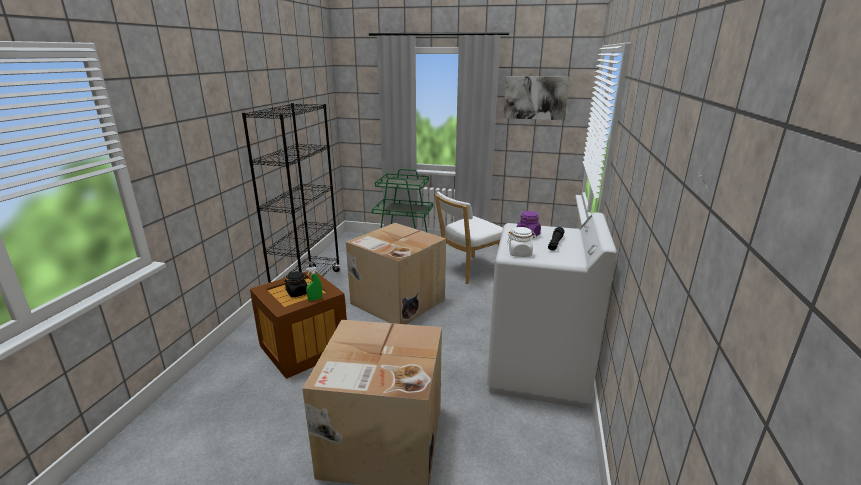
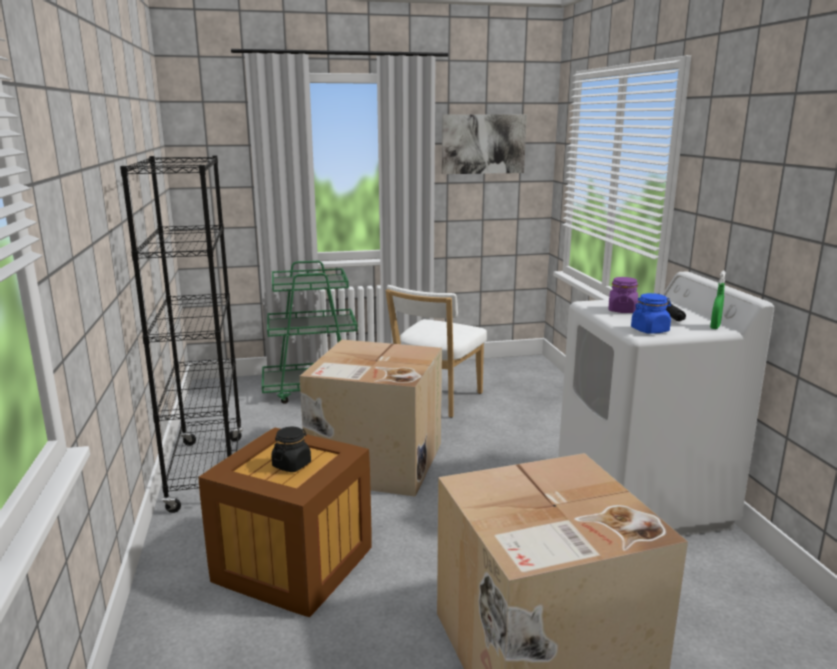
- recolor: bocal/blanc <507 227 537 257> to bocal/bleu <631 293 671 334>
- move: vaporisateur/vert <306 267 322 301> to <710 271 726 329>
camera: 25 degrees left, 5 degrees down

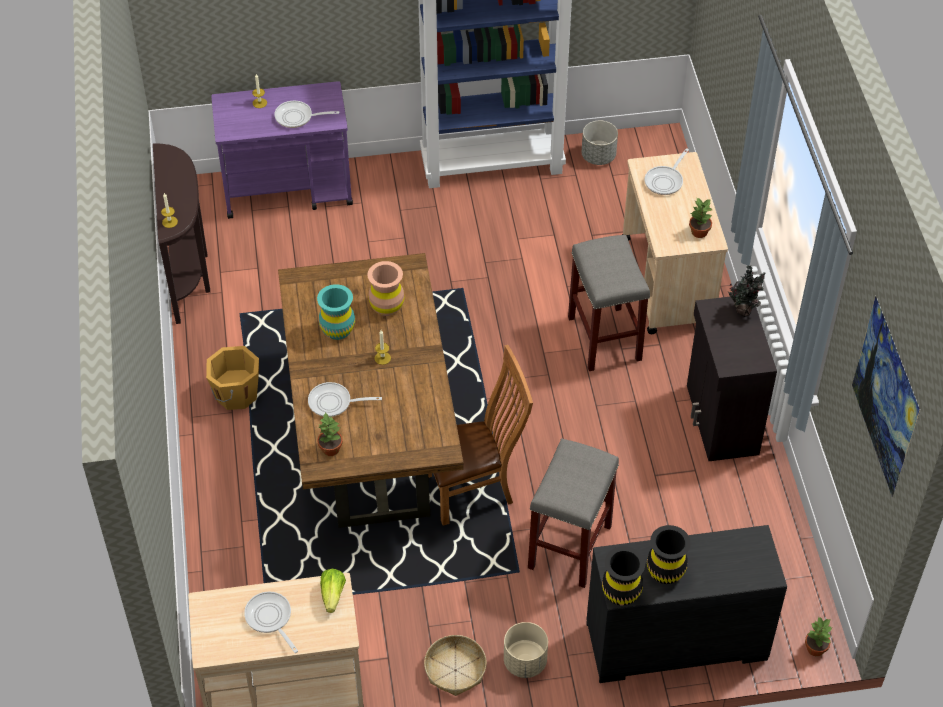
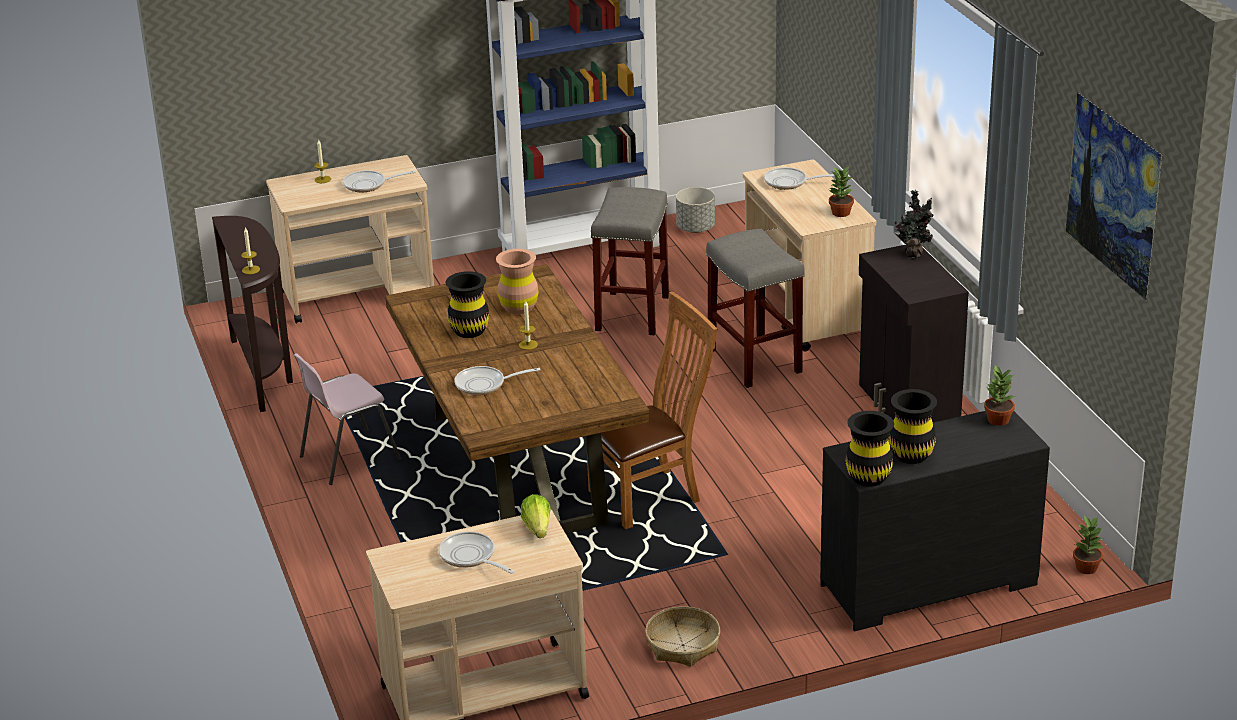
- recolor: chariot/violet <211 81 353 219> to chariot/beige <266 155 434 323>
- rotate: poêle <645 148 689 195> = <764 167 835 190> 75 degrees clockwise
- recolor: vase/turquoise <317 284 355 340> to vase/noir <445 271 489 338>
- replace: seau/orange <206 346 259 410> to chaise/rose <294 353 401 485>
- move: plante en pot <317 413 343 456> to <984 366 1015 426>
- move: tabouret/gris <528 438 619 588> to <591 187 669 335>
- delete: cache-pot/beige <504 622 548 678>
camera: 10 degrees left, 20 degrees down

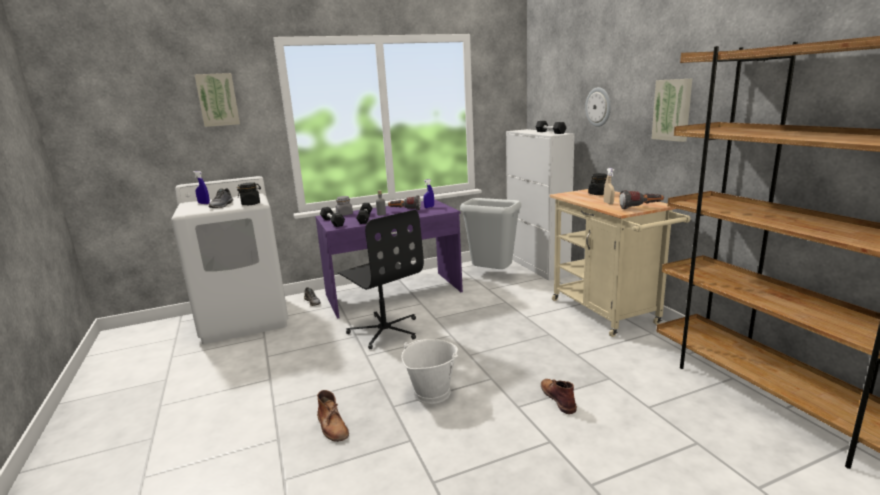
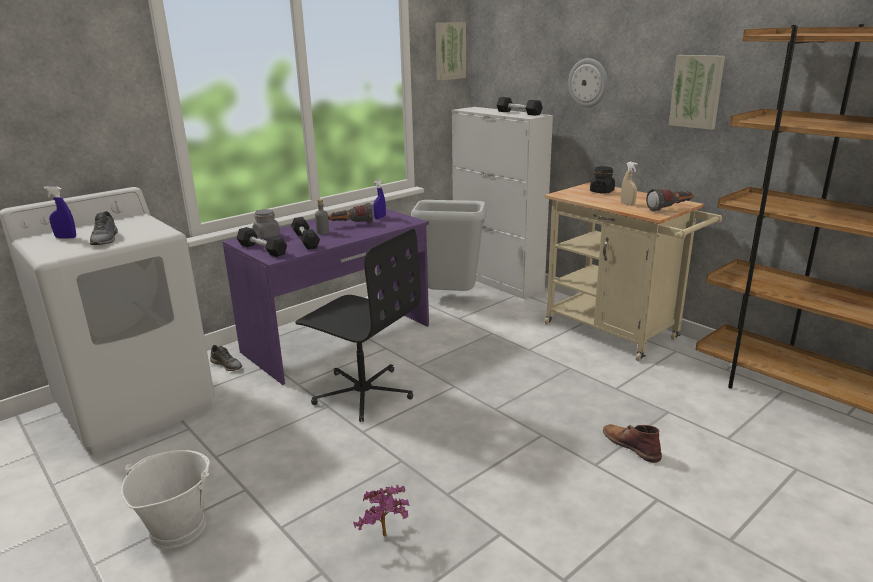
- move: tableau <194 73 240 127> to <436 22 466 80>
- delete: bocal/noir <237 182 261 205>
- move: seau/blanc <401 339 458 404> to <121 450 210 549>
- replace: botte/marron <317 390 349 442> to plante en pot <353 485 410 536>
camera: 20 degrees left, 5 degrees up

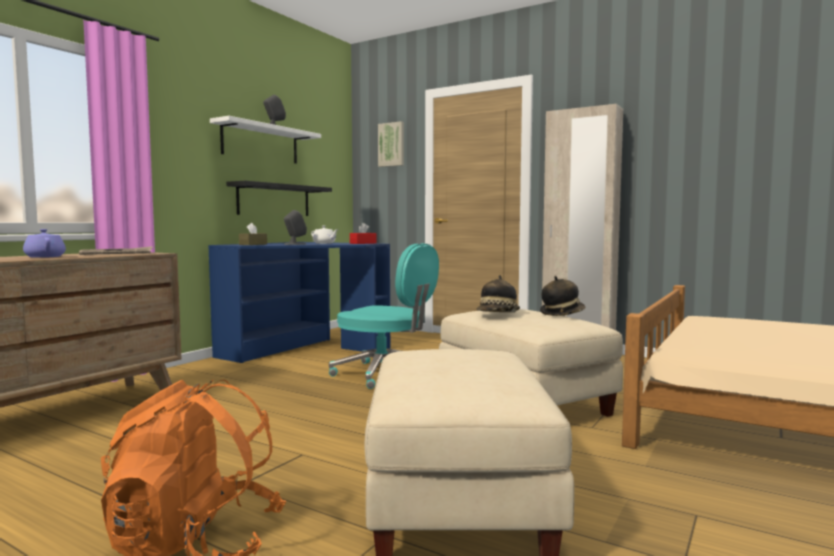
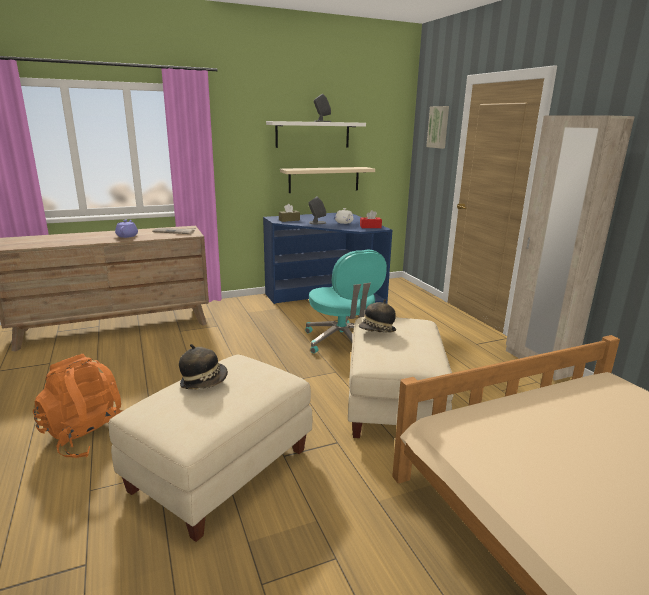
- recolor: étagère/noir <226 181 332 216> to étagère/beige <280 167 375 193>
- move: chapeau <540 276 586 316> to <179 344 228 390>
camera: 35 degrees right, 15 degrees up

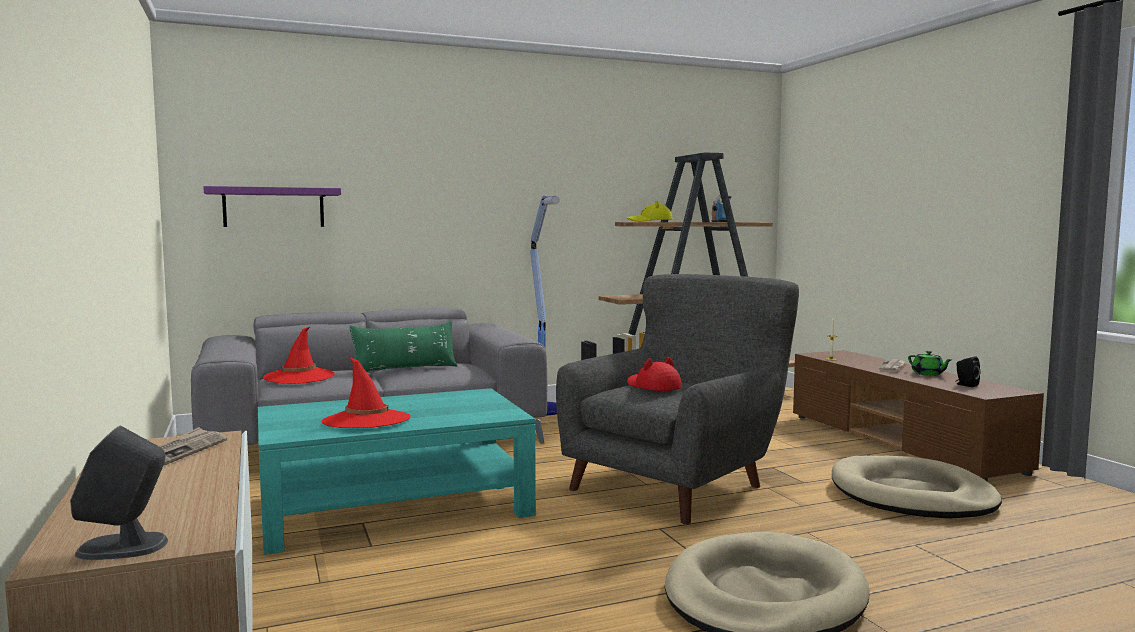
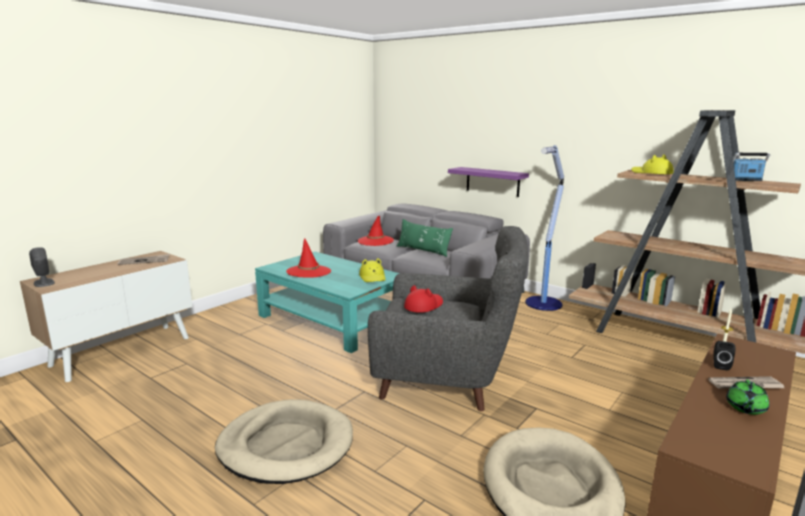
- move: étagère/violet <203 186 341 227> to <448 167 529 197>
- move: enceinte/noir <955 356 980 387> to <714 341 736 370>
- insert: chapeau/jaune <359 258 386 282>
camera: 60 degrees right, 10 degrees up

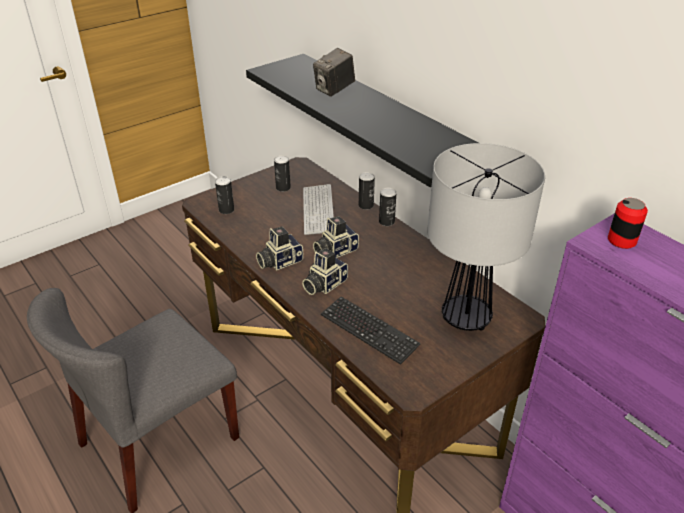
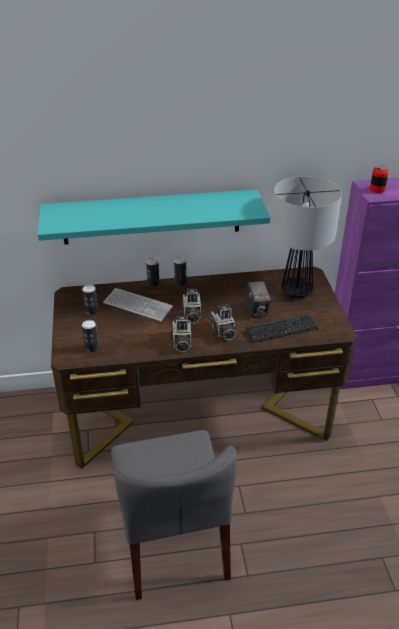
- move: appareil photo <313 48 355 97> to <244 281 271 317>
- recolor: étagère/noir <246 54 478 187> to étagère/turquoise <38 189 270 245>
camera: 60 degrees left, 0 degrees up

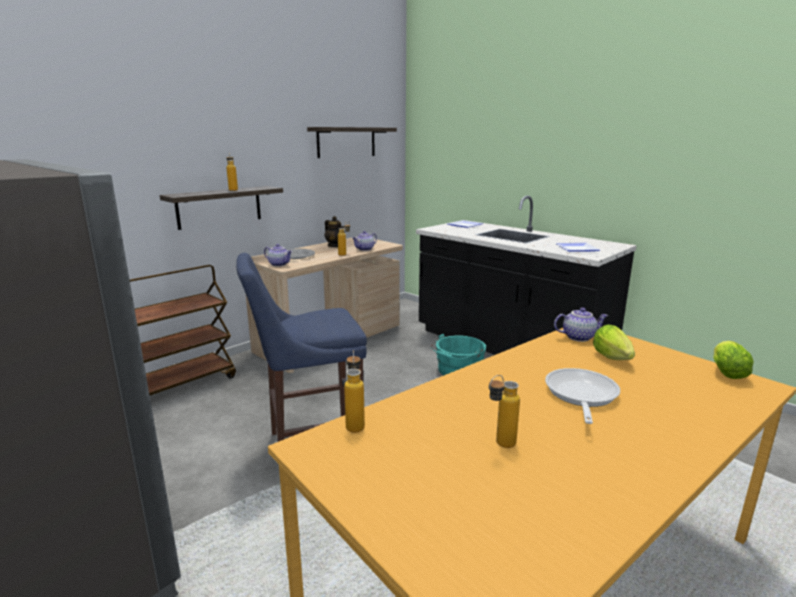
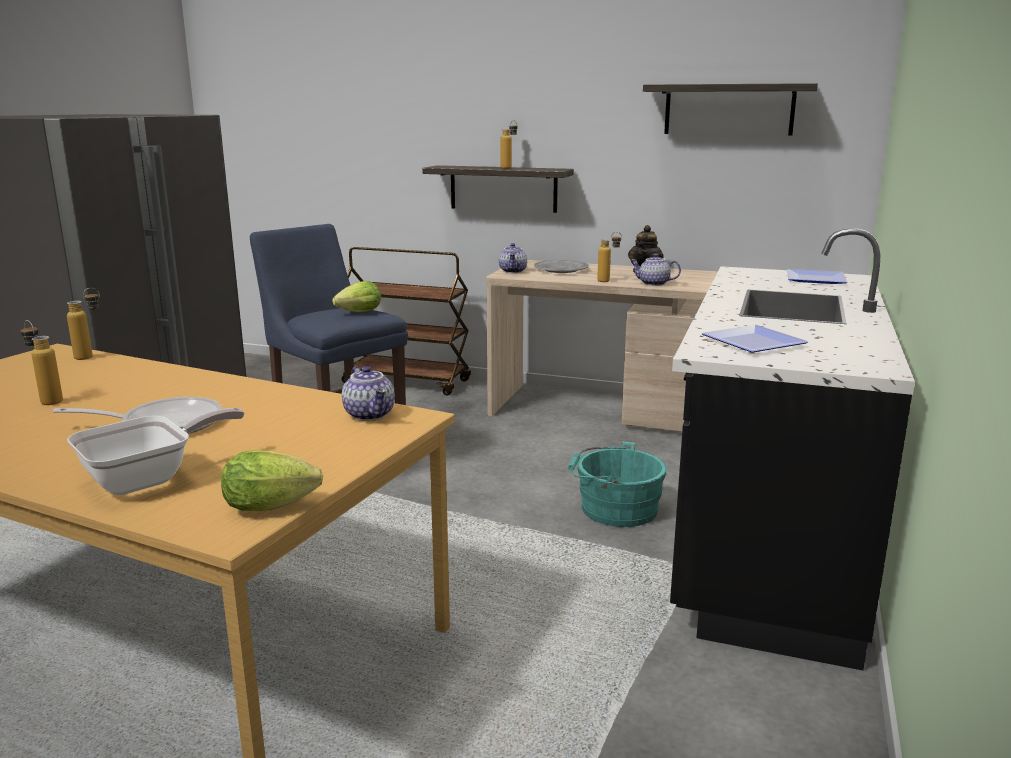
- move: laitue <593 325 635 360> to <332 281 381 312>
- insert: poêle <67 408 245 495>
camera: 65 degrees right, 0 degrees up

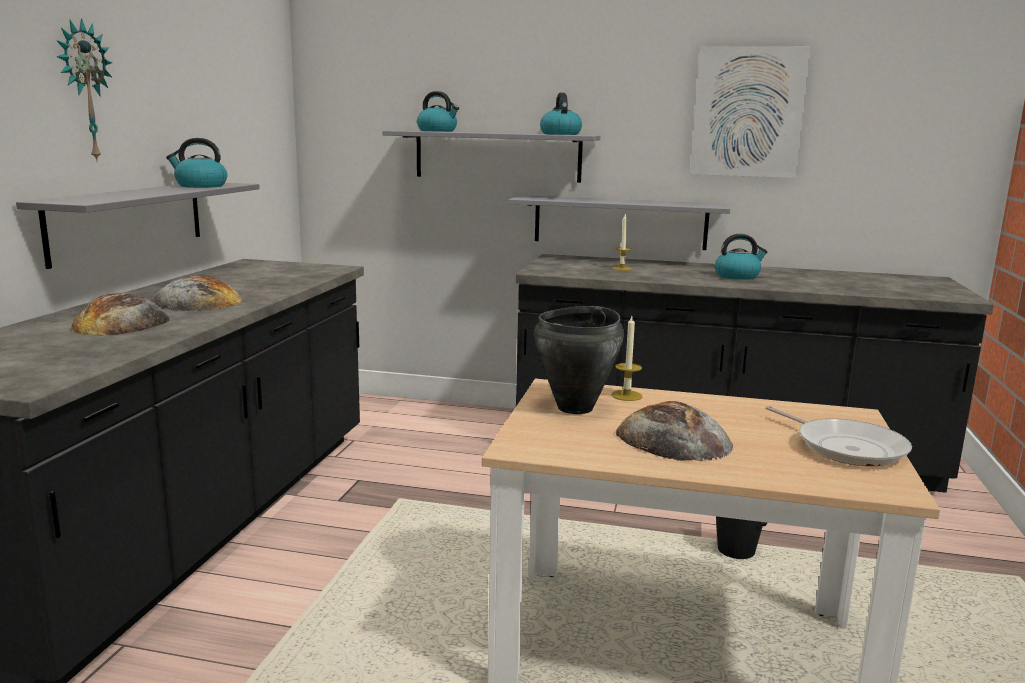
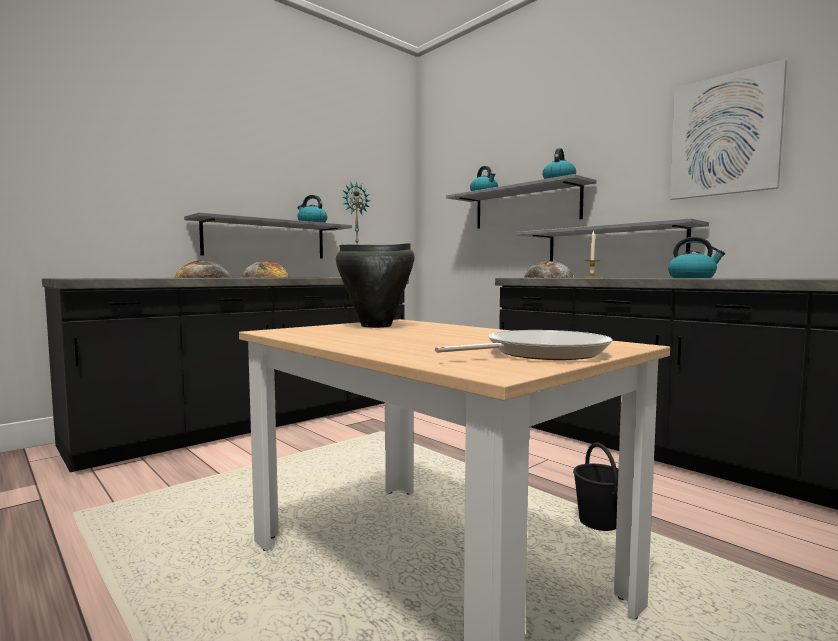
- move: horloge murale <56 18 112 162> to <342 181 370 243>
- delete: bougie <611 316 642 401>
- move: pain <615 401 733 461> to <524 261 574 278>
- rotate: poêle <766 406 912 466> = <435 330 613 360> 120 degrees counterclockwise
camera: 35 degrees right, 10 degrees down

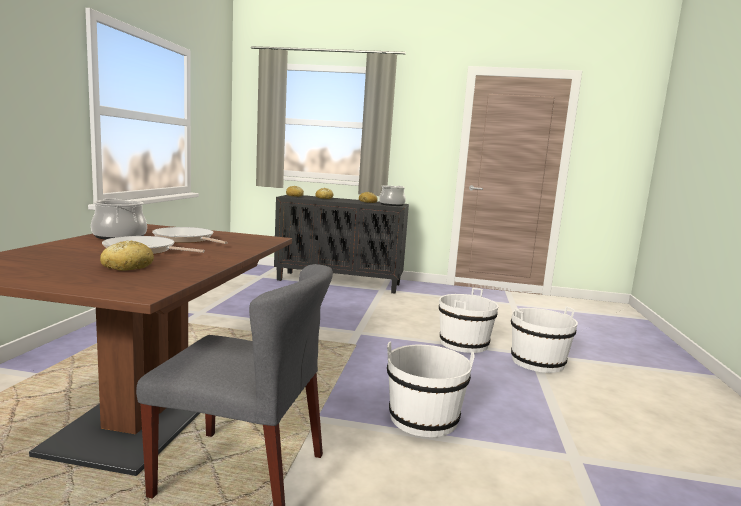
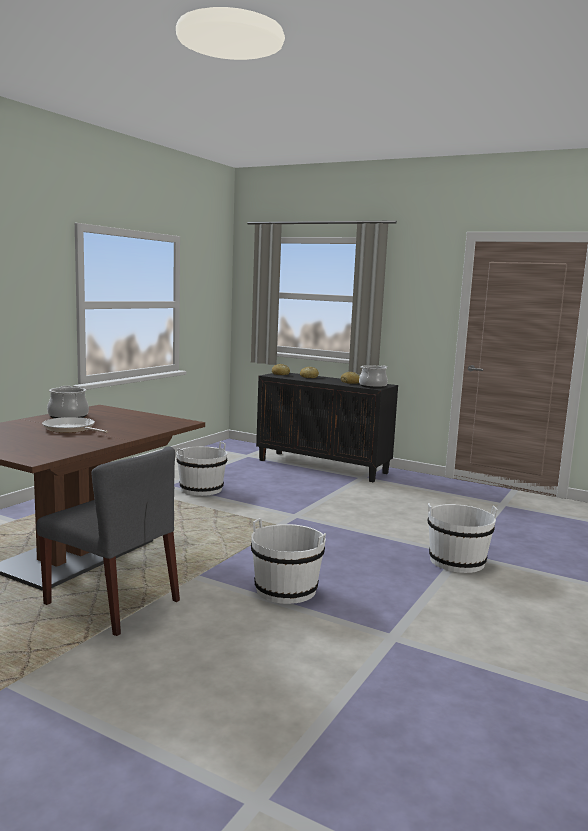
- delete: poêle <152 227 228 244>
- delete: pain <100 240 154 271>
- move: seau/blanc <439 287 499 353> to <176 442 227 496>
camera: 20 degrees right, 0 degrees up

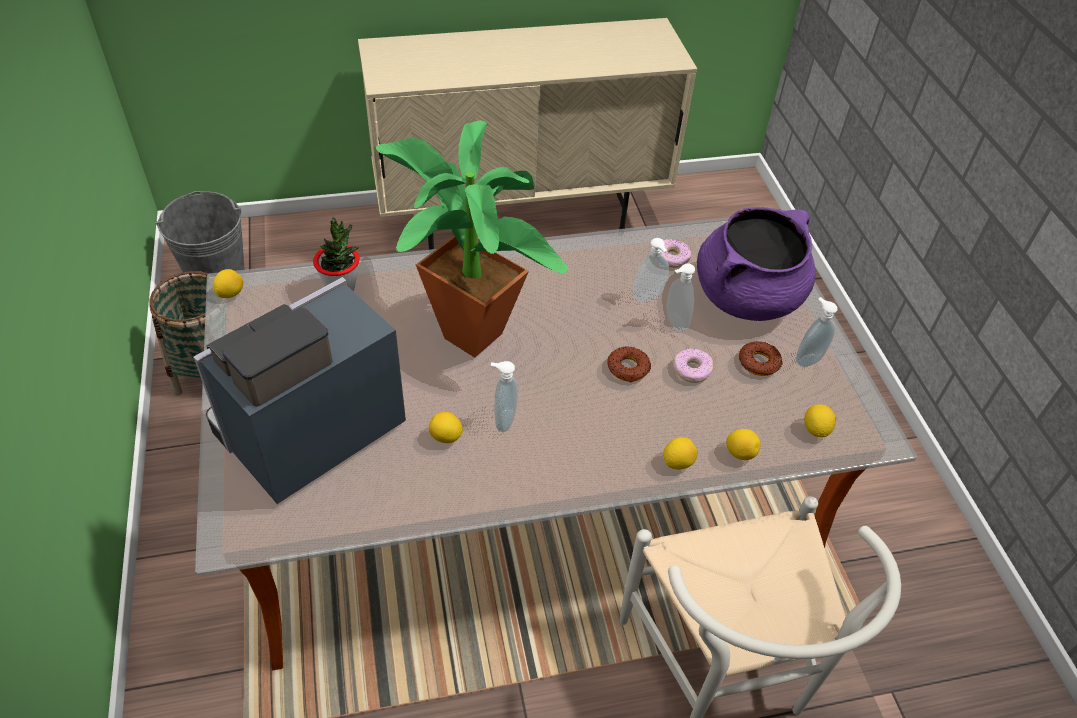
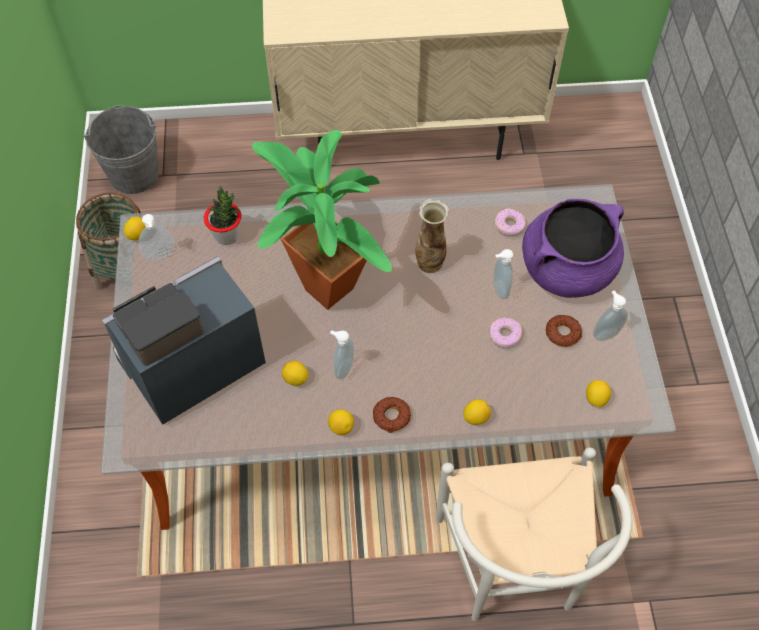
- move: distributeur de savon <633 238 669 303> to <138 214 174 261>
- move: beignet <607 346 651 383> to <373 397 411 433>
- move: citron <726 429 761 460> to <328 409 354 435>
- insert: vase <416 199 449 273>
camera: 10 degrees right, 10 degrees up

